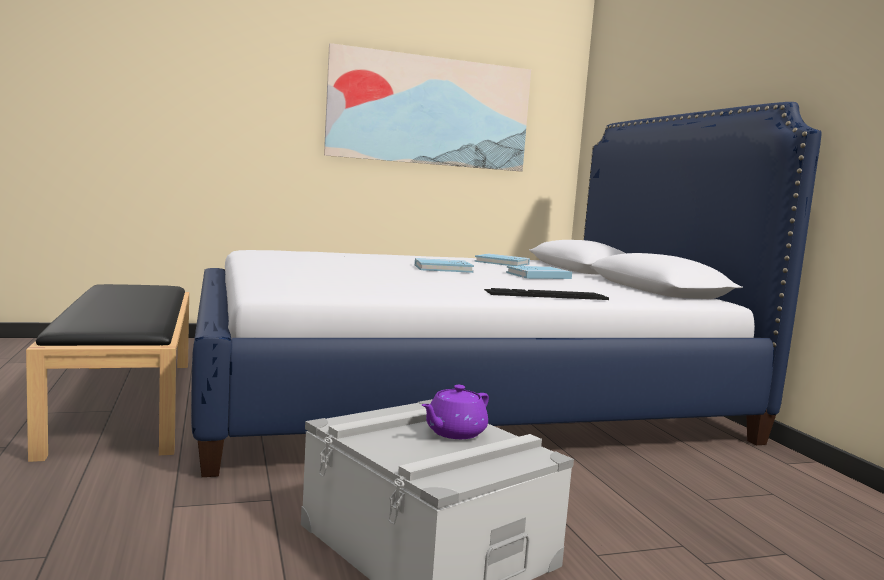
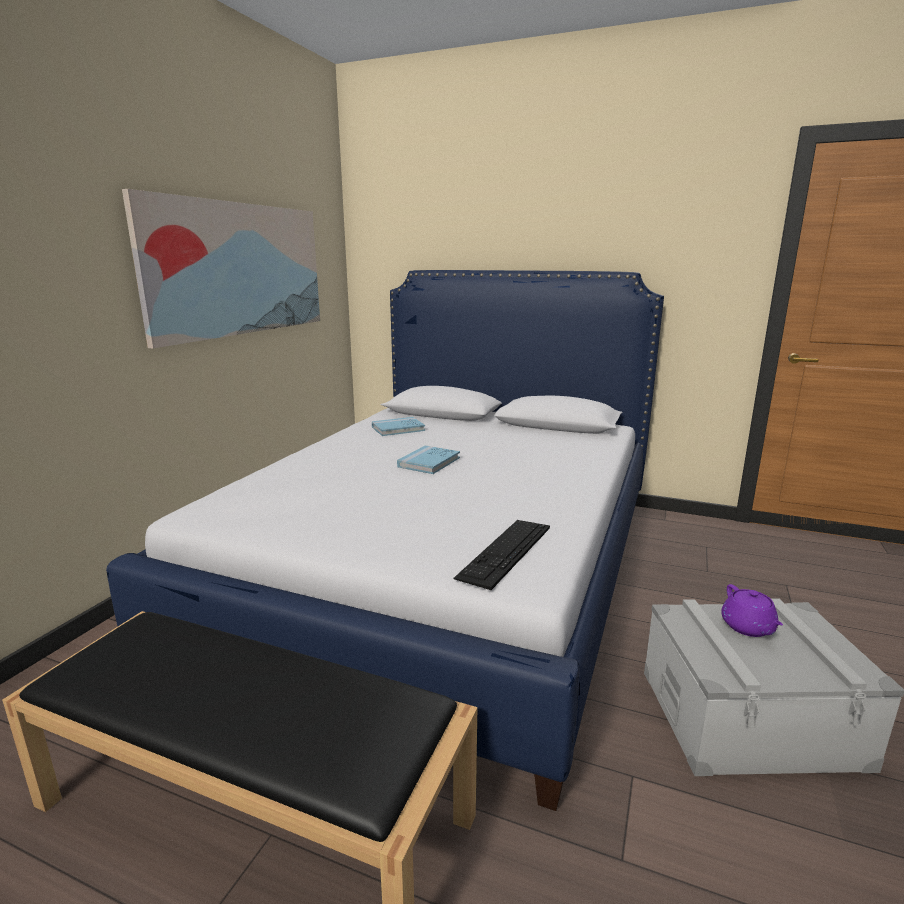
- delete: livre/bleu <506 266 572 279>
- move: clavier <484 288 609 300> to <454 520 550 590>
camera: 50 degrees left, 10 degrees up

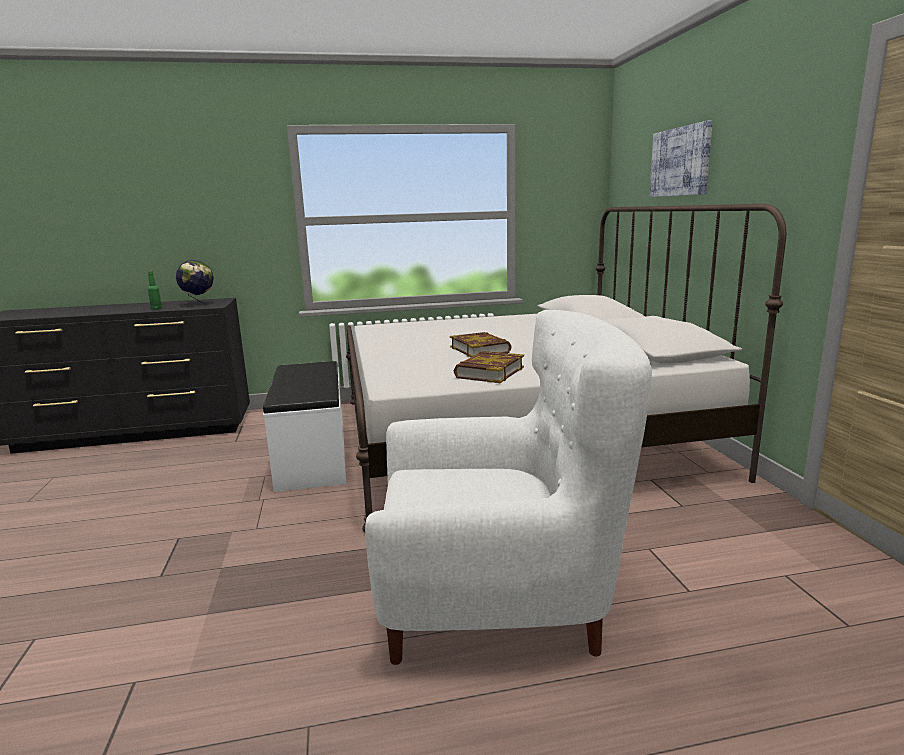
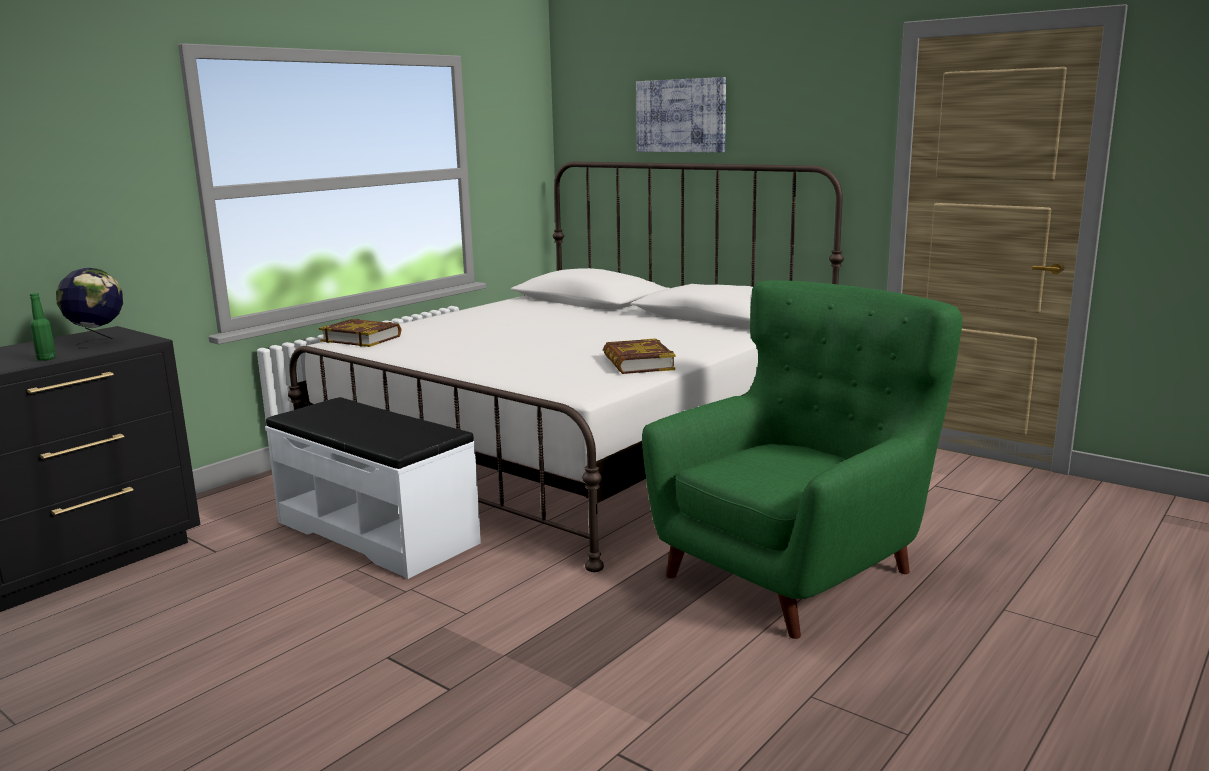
- recolor: fauteuil/blanc <365 310 652 665> to fauteuil/vert <642 280 963 639>
- move: livre <450 332 512 357> to <319 319 401 347>
camera: 40 degrees left, 0 degrees up

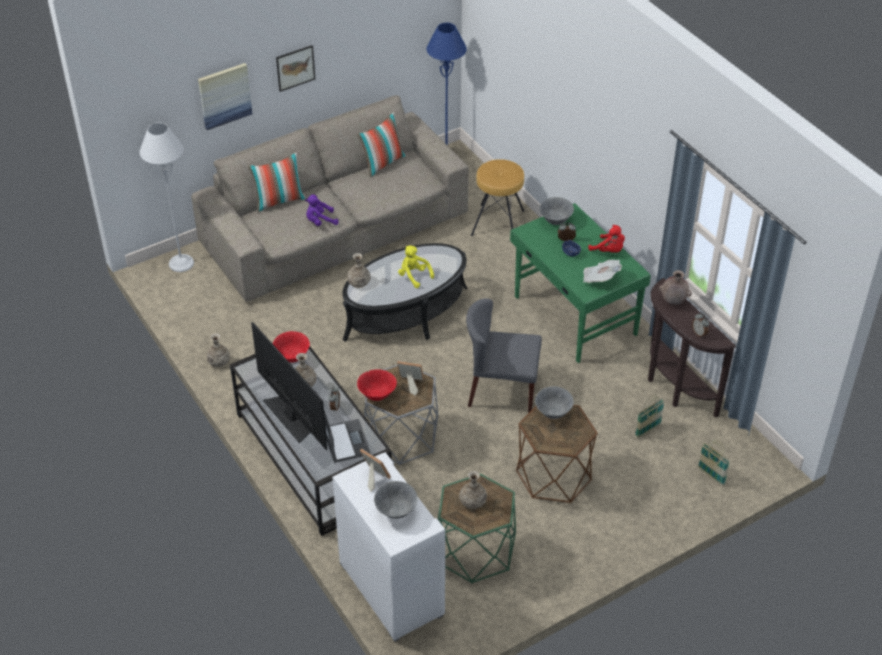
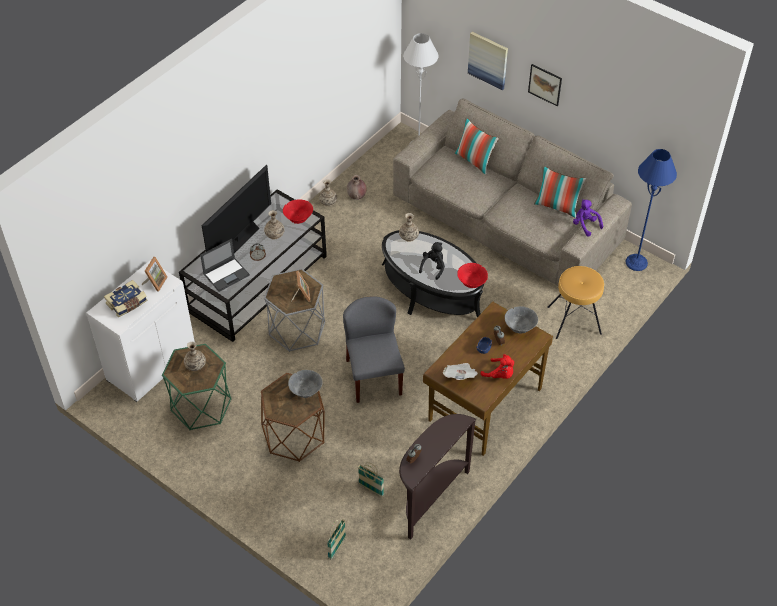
- move: peluche/violet <305 194 339 226> to <573 199 603 237>
- recolor: bureau/vert <510 203 651 363> to bureau/marron <423 302 553 456>
- rotate: peluche/rouge <588 225 625 253> = <481 354 514 379> 75 degrees counterclockwise
- recolor: peluche/jaune <398 245 434 288> to peluche/noir <419 242 445 280>
- move: vase/marron <659 270 692 305> to <347 175 366 200>
- move: bol/rouge <357 369 397 401> to <457 263 488 288>
- replace: bol/gris <374 481 418 519> to livre <104 280 147 317>
camera: 70 degrees right, 5 degrees up

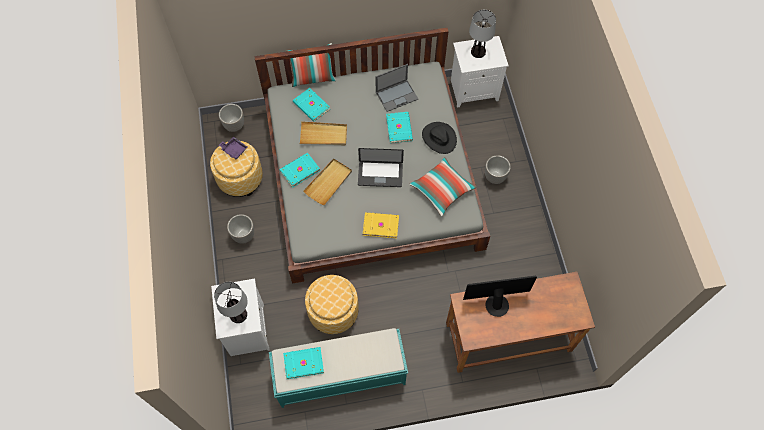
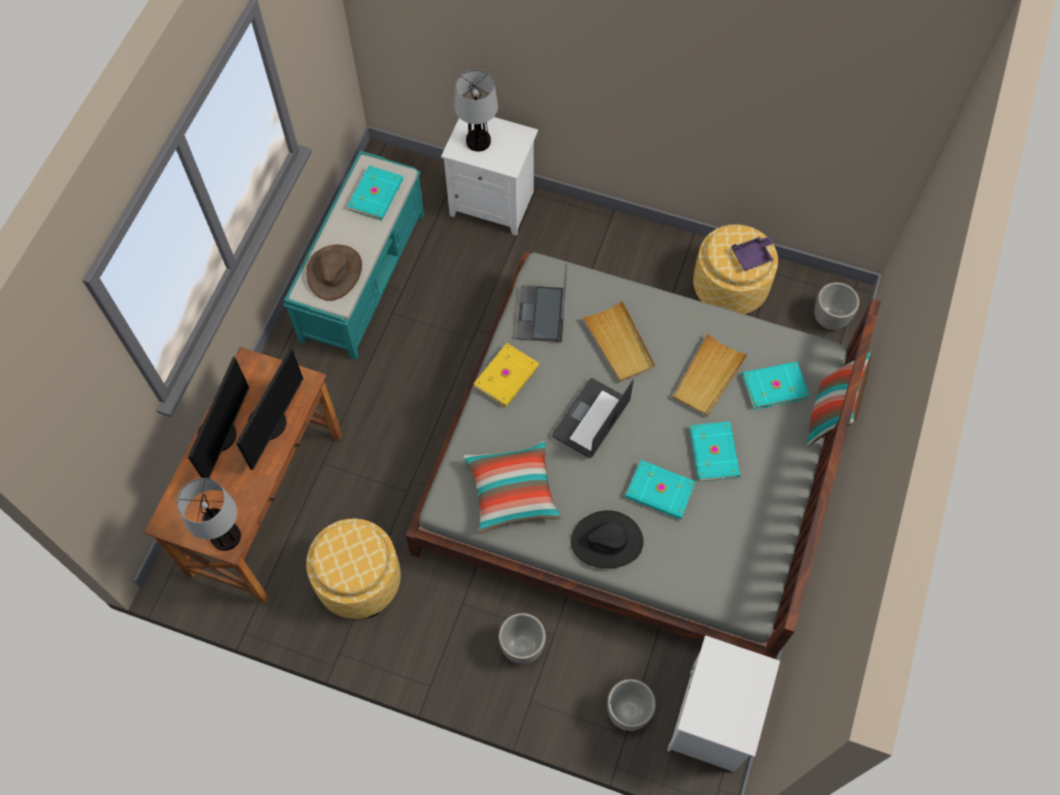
- move: lampe de table <469 10 496 58> to <177 478 241 551>
- move: ordinateur portable <376 64 418 112> to <516 264 567 342>
- move: livre/turquoise <279 153 320 188> to <690 422 740 482>
- move: cache-pot <227 214 254 244> to <607 679 656 731>
- move: pouf <305 275 359 334> to <306 519 401 619>
- insert: chapeau/marron <306 245 362 301>
- insert: écran d'ordinateur <188 356 249 478>
camera: 120 degrees right, 0 degrees up

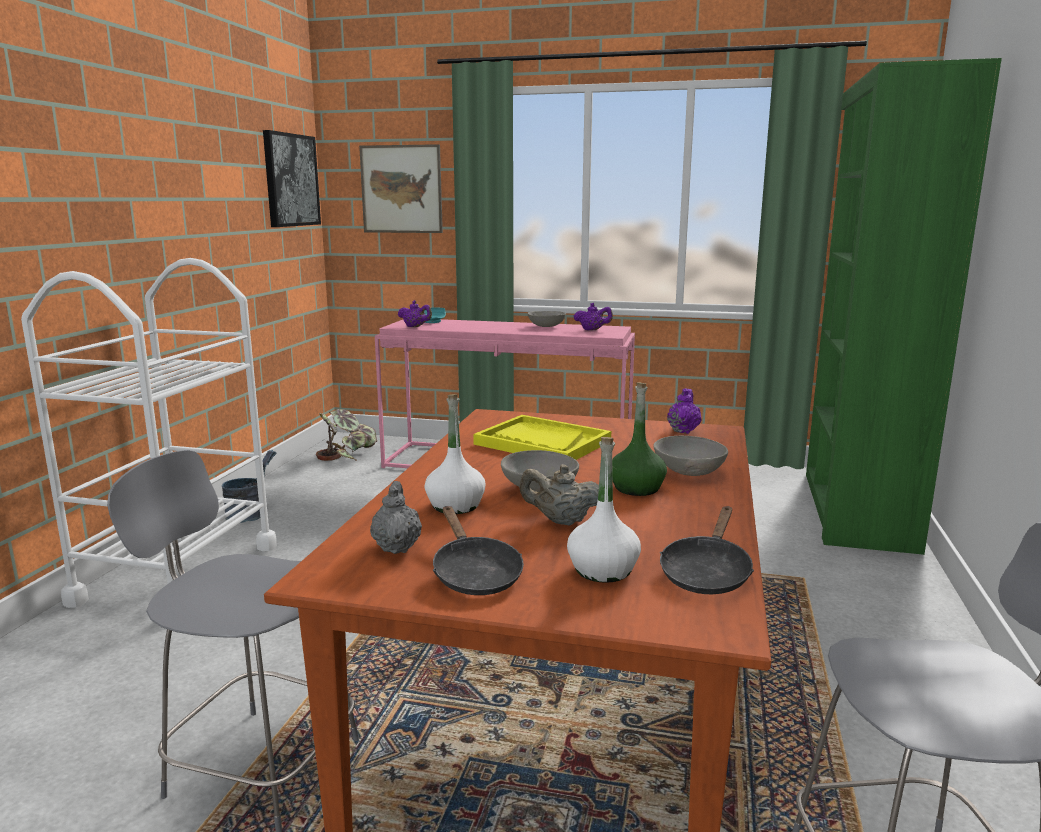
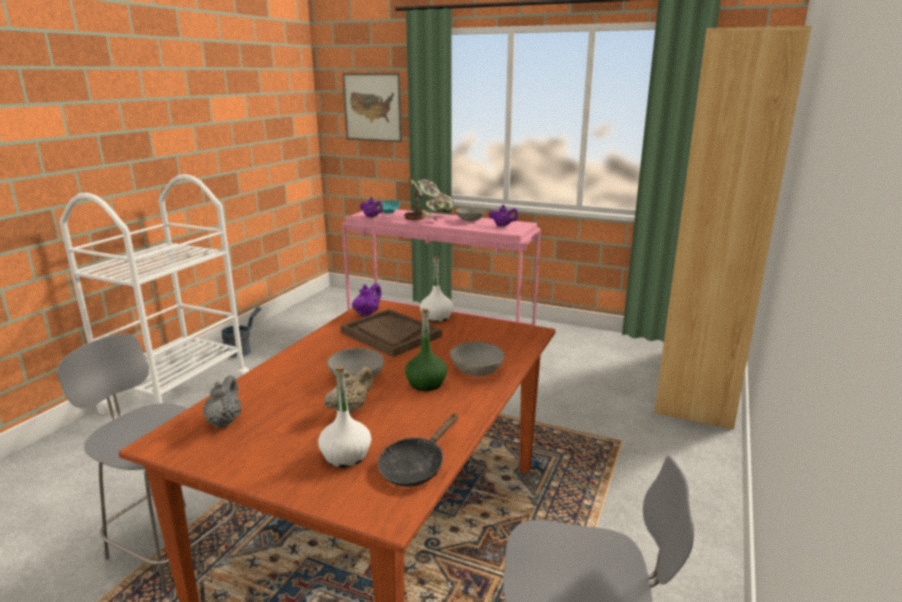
- recolor: bibliothèque/vert <806 58 1002 555> to bibliothèque/marron <654 26 811 430>
- delete: tableau <263 130 321 227>
- move: théière/violet <667 388 702 434> to <352 283 382 317>
- move: bouteille/blanc <425 394 485 514> to <420 257 453 322>
- move: plante en pot <316 409 377 461> to <404 179 454 221>
- recolor: plateau/jaune <473 415 611 460> to plateau/marron <341 309 442 357>
- rotate: théière/beige <520 464 599 525> = <324 366 373 413> 105 degrees clockwise
- delete: poêle/noir <433 506 524 595>
camera: 10 degrees right, 5 degrees up

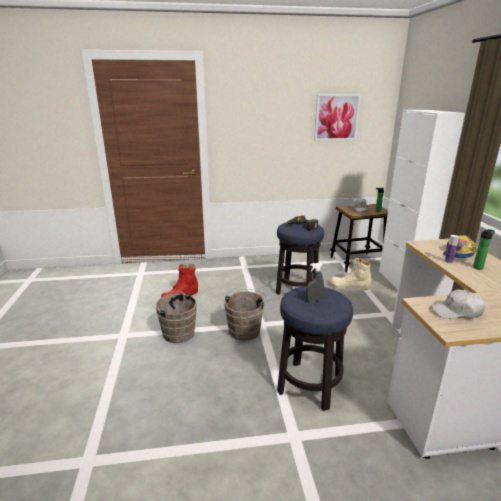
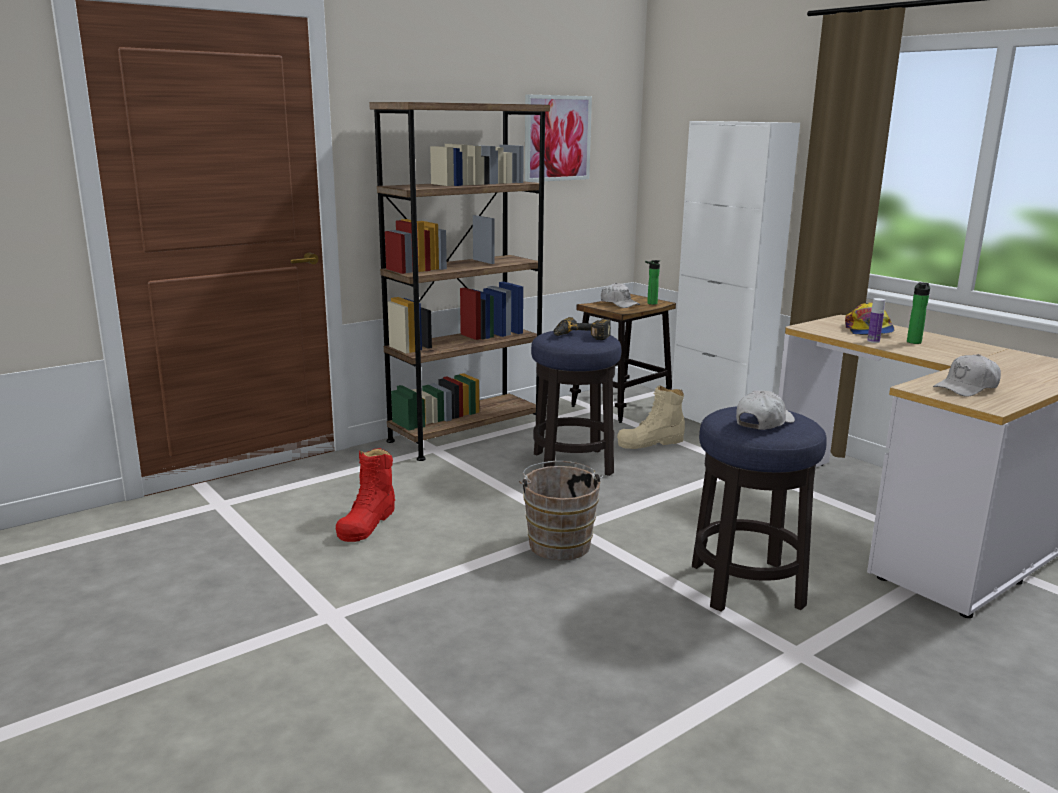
- replace: vaporisateur/gris <306 263 324 302> to casquette/blanc <736 391 795 430>
- delete: seau/marron <152 291 197 343>
- insert: bibliothèque/marron <369 102 550 461>
camera: 30 degrees left, 5 degrees down

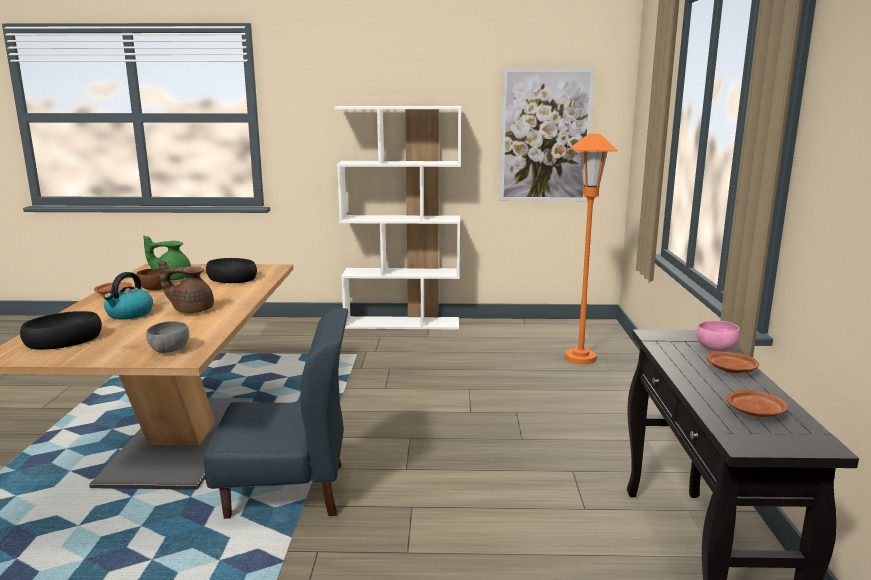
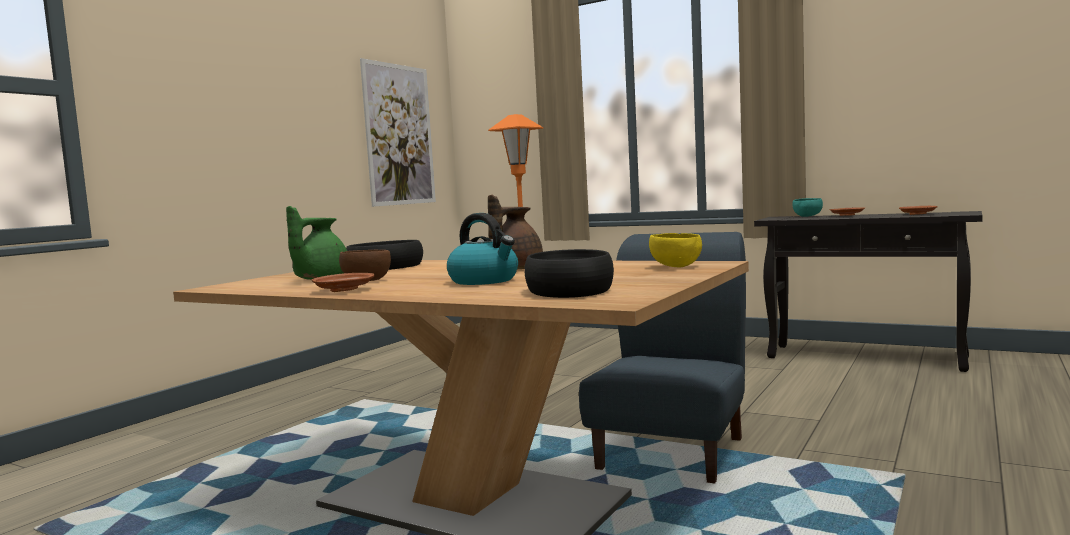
- delete: bibliothèque/blanc <335 106 461 330>
- recolor: bol/gris <146 321 189 353> to bol/jaune <649 233 702 268>
- recolor: bol/rose <697 321 740 351> to bol/turquoise <792 198 823 217>
camera: 60 degrees left, 10 degrees down

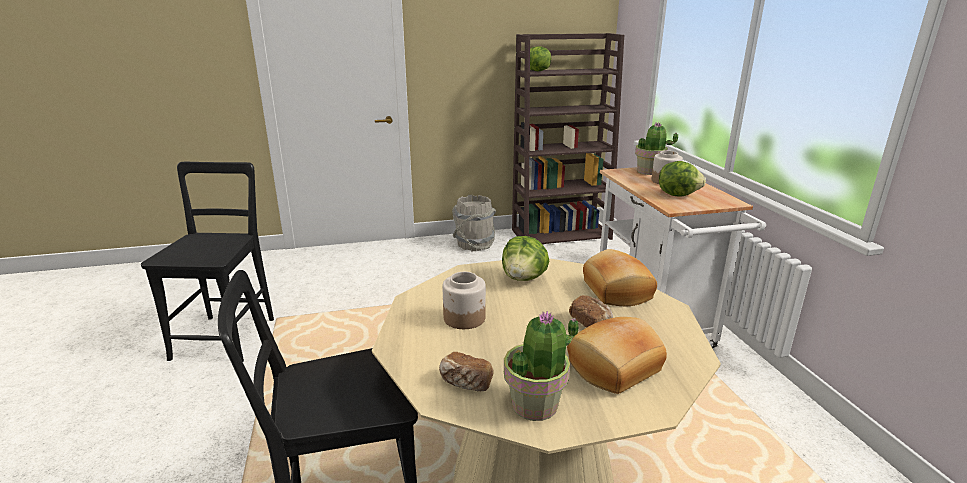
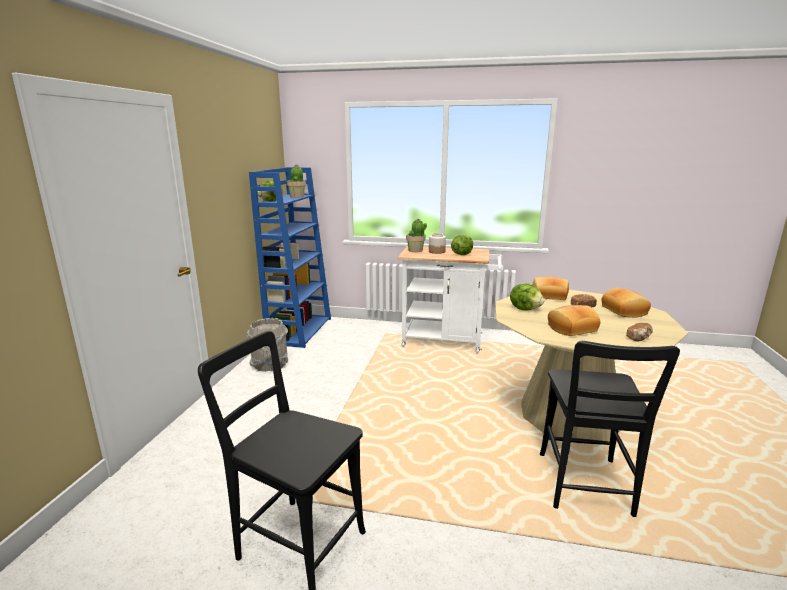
- recolor: bibliothèque/marron <512 33 624 244> to bibliothèque/bleu <249 167 331 348>
- replace: bocal <442 272 486 329> to pain <548 305 600 336>
- move: plante en pot <504 311 579 421> to <287 164 306 197>
camera: 65 degrees left, 5 degrees down

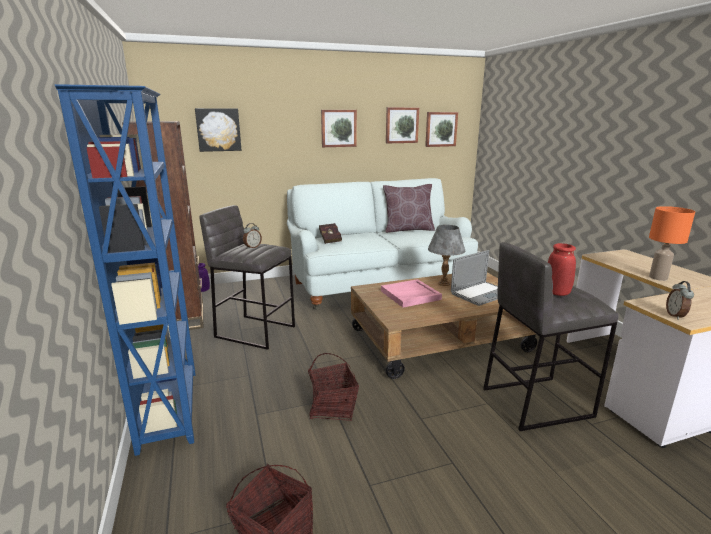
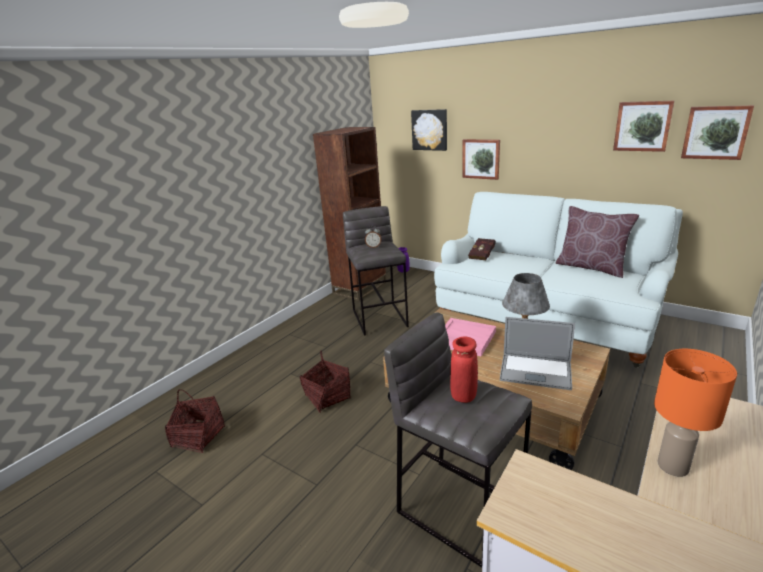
- delete: bibliothèque/bleu <55 84 196 456>
- move: tableau <321 110 357 147> to <462 139 500 180>
- delete: réveil <666 281 694 320>
camera: 55 degrees right, 5 degrees up

